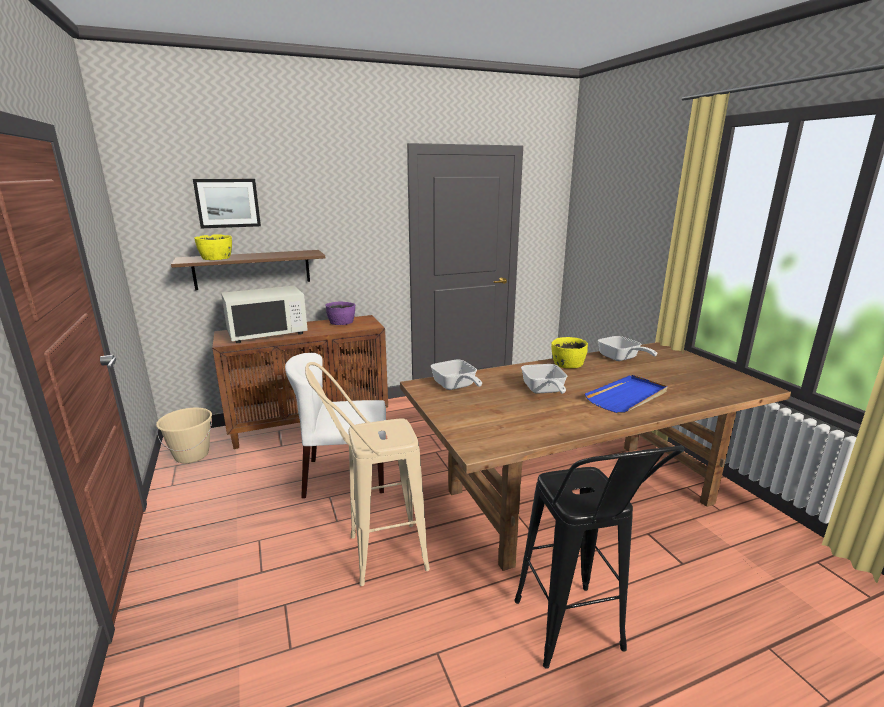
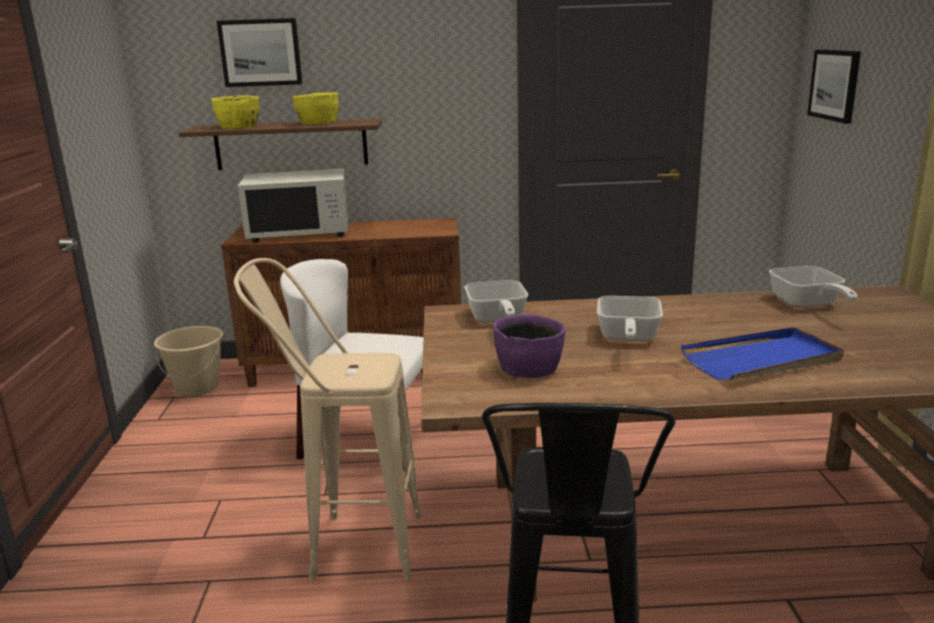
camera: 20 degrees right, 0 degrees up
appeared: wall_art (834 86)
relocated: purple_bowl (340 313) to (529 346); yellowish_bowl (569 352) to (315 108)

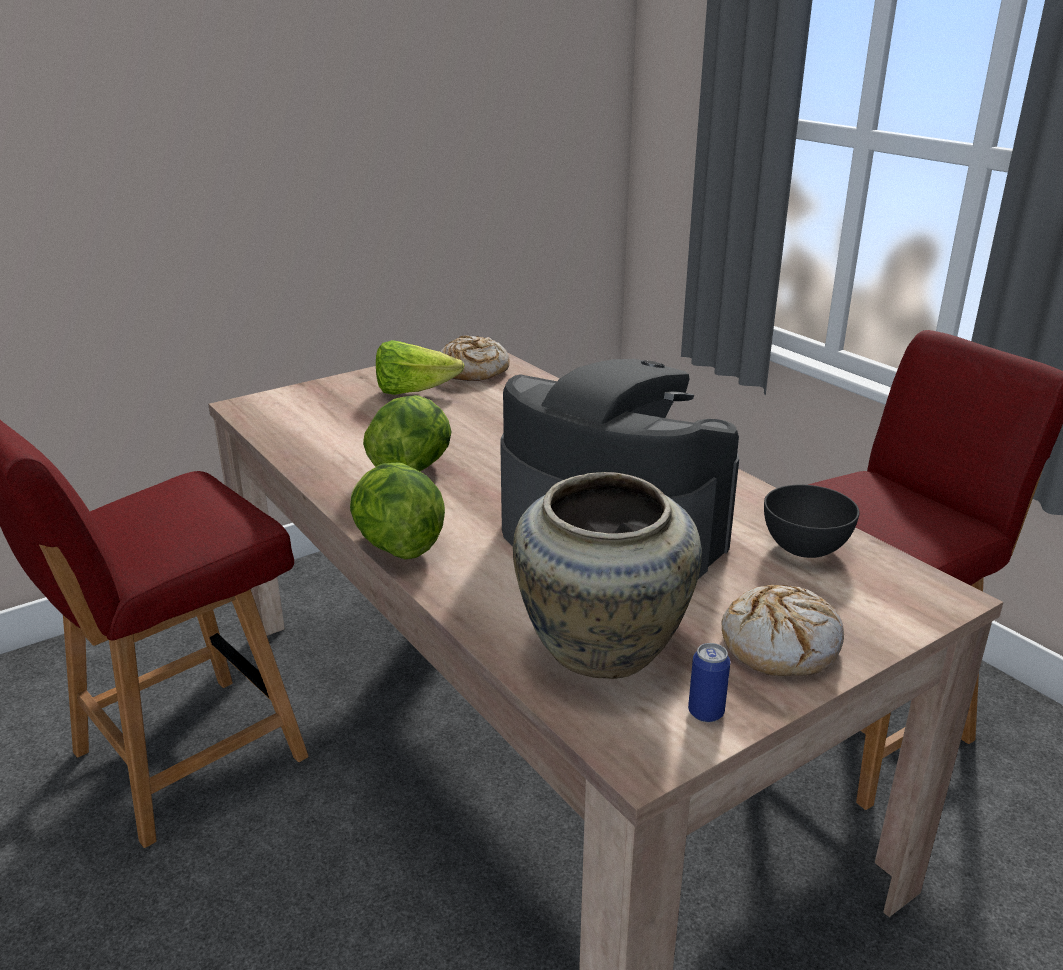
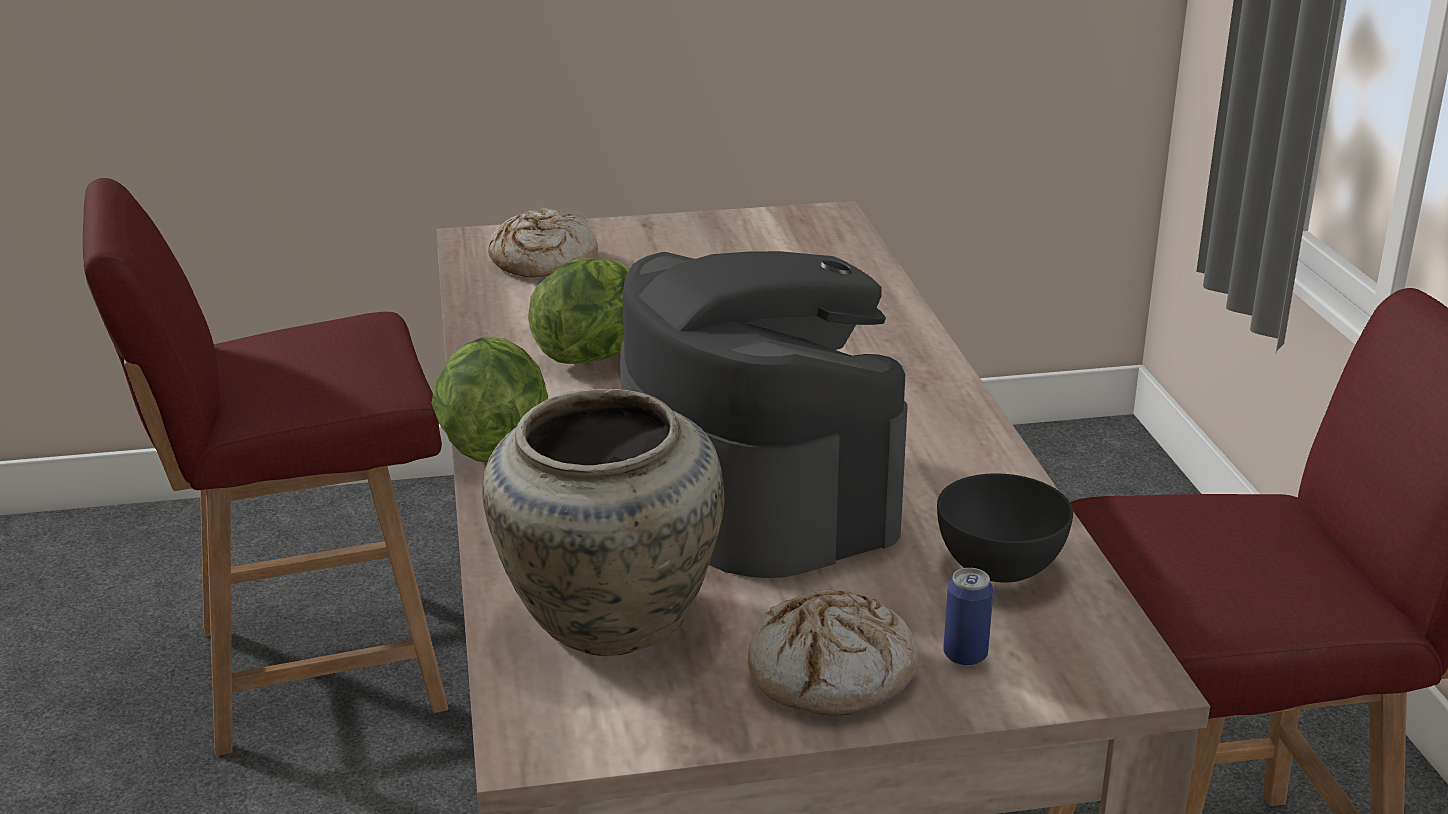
camera: 25 degrees right, 0 degrees up
missing: lettuce_head (420 367)
relocated: baked_bread (475 358) to (543 242); metal_can (709 682) to (968 617)

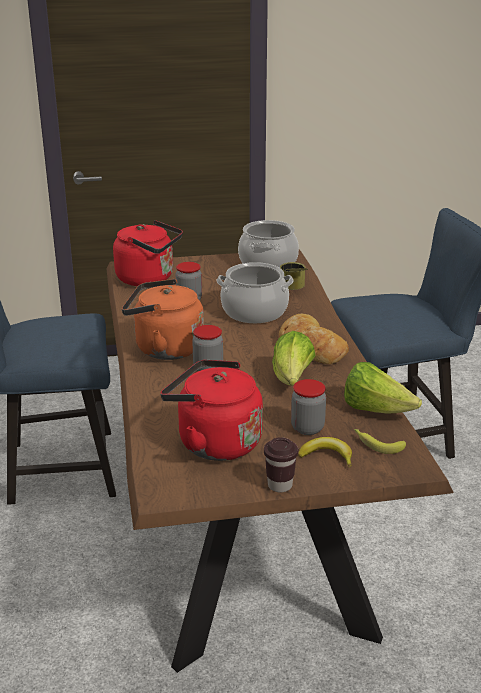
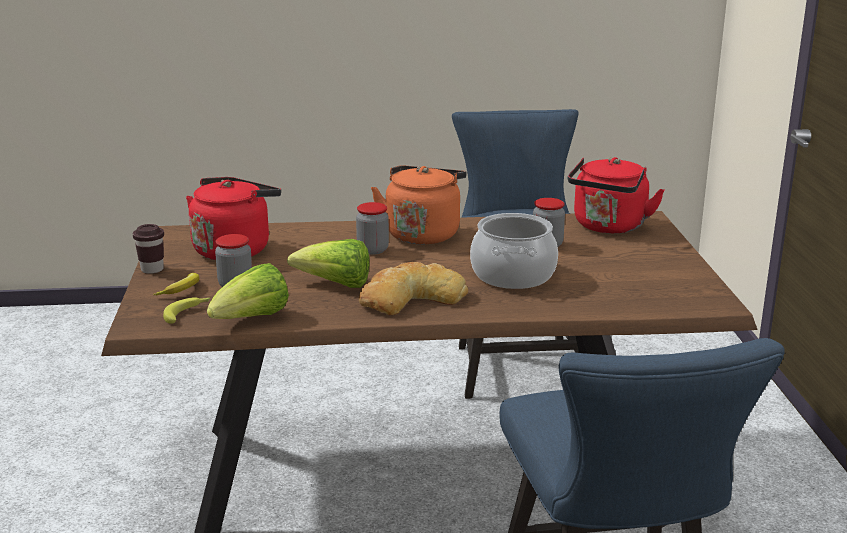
camera: 95 degrees right, 5 degrees down
missing: stockpot (268 244); metal_can (294 276)

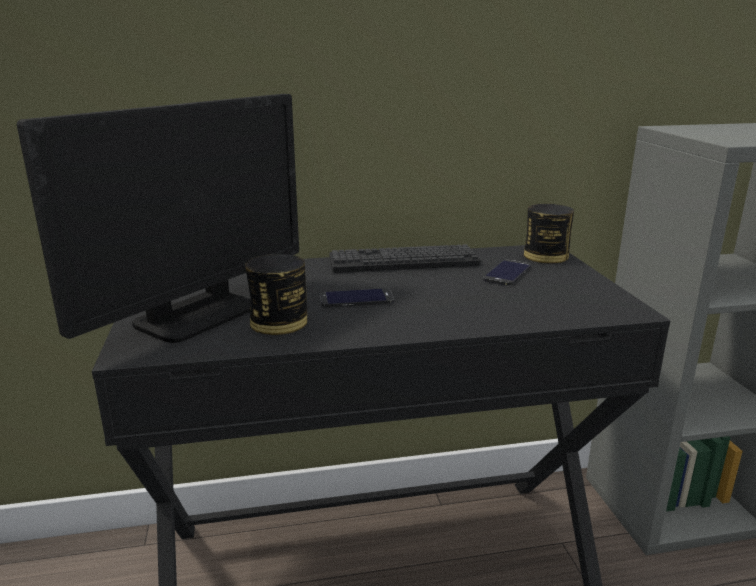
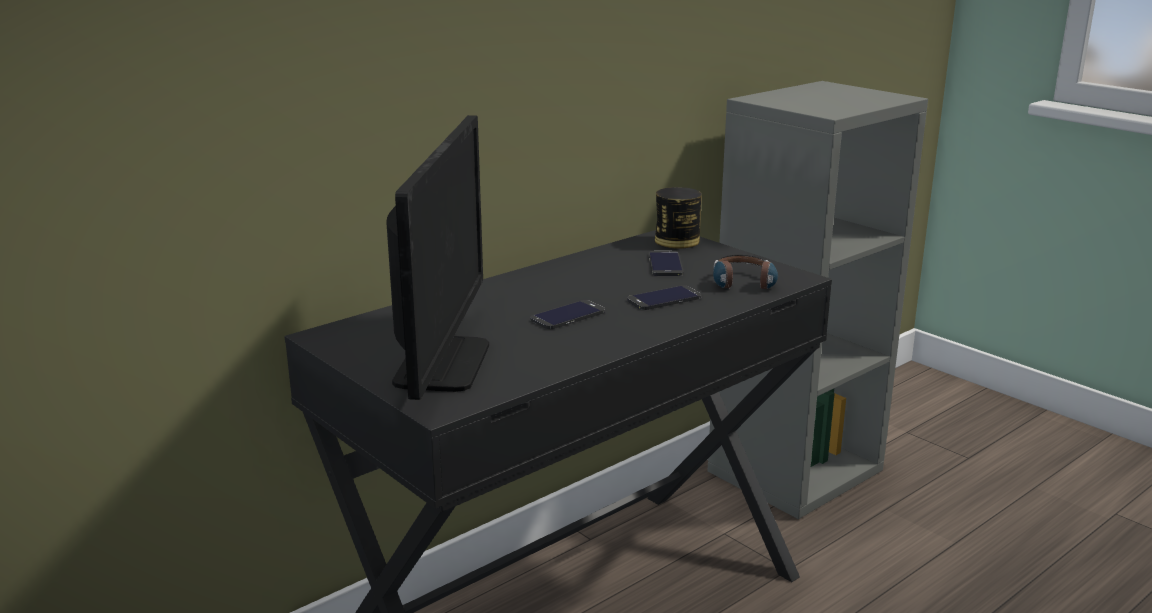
camera: 30 degrees left, 0 degrees up
missing: metal_can (276 294); keyboard (405 258)
appeared: handset (664 297); headphones (745 272)

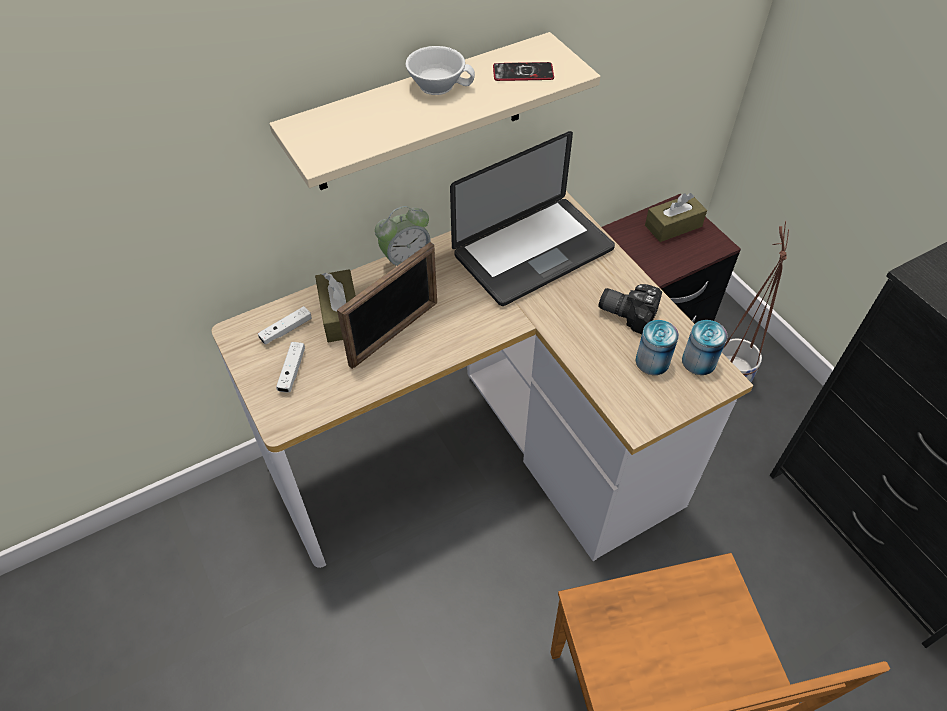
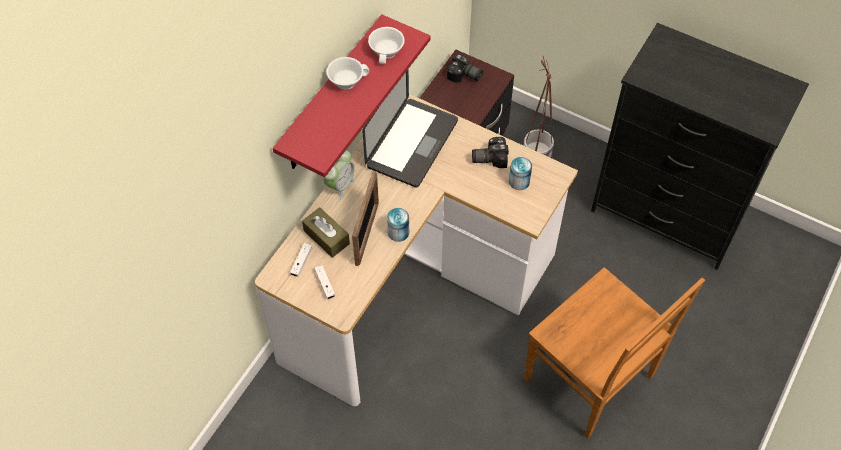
camera: 30 degrees left, 5 degrees up
relocated: metal_can (705 347) to (398 225)
exchanged: handset (523 71) to whitish_drinking_cup (386 45); brown-coloured_tissue_box (676 217) to photo_camera (465 68)
colour: beige_wall_shelf (434 111) to red_wall_shelf (352 95)

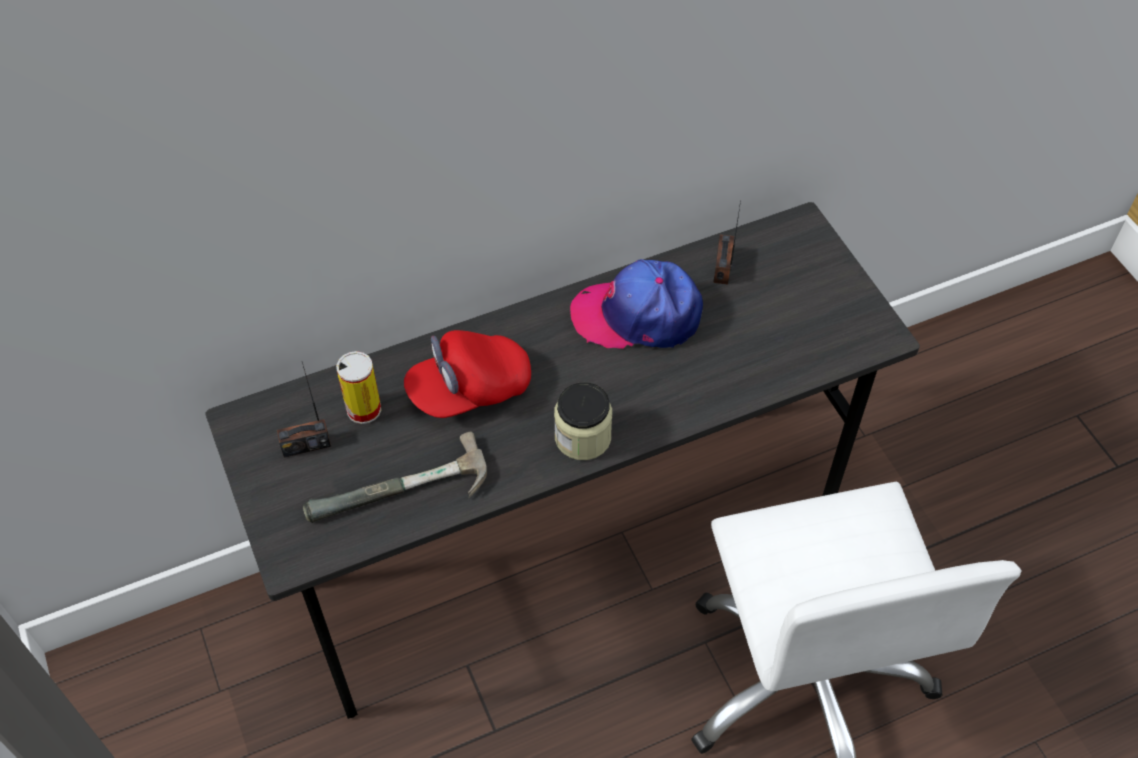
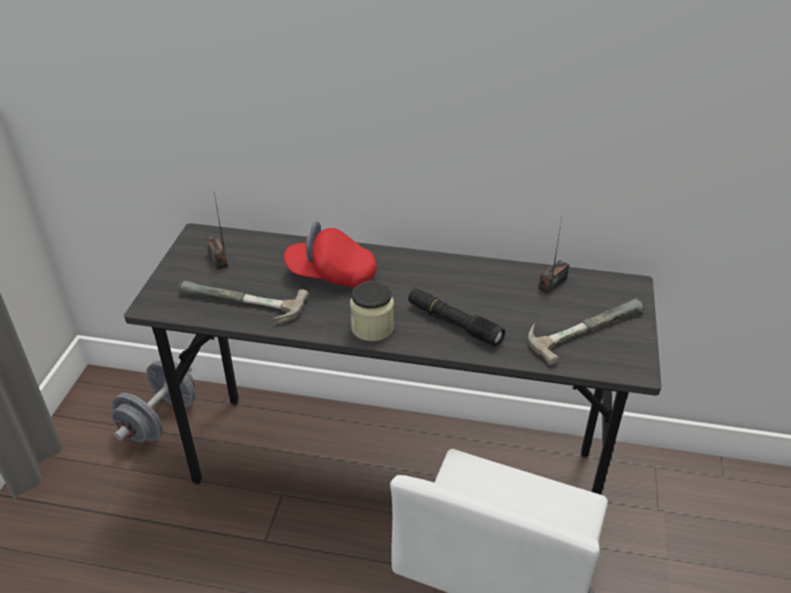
camera: 35 degrees right, 15 degrees down
missing: metal_can (358 387); peaked_cap (636 304)
appeared: grey_free_weight (154 401); black_hand_torch (456 318); hand_hammer (586 331)
spun: radio_receiver (304 410) = (217 231) 45 degrees clockwise

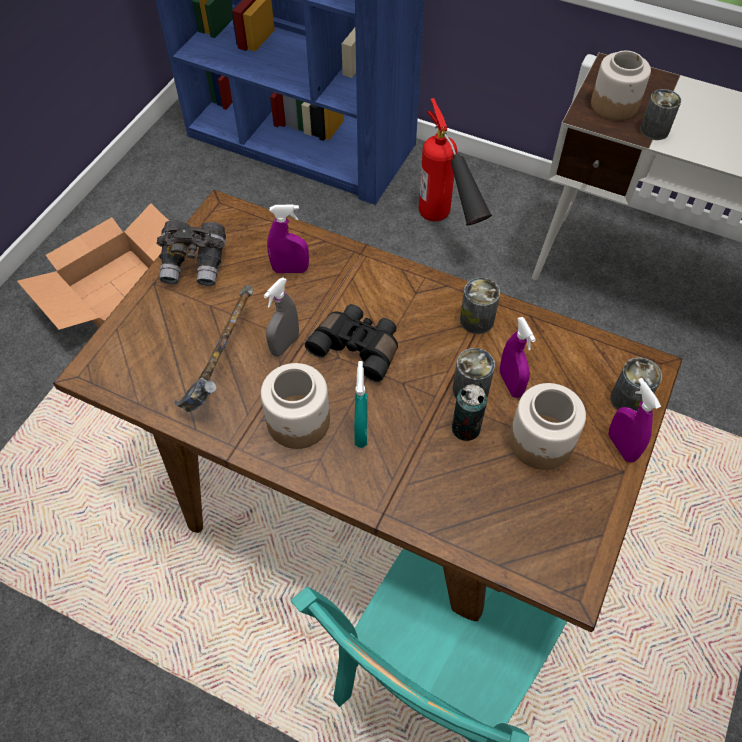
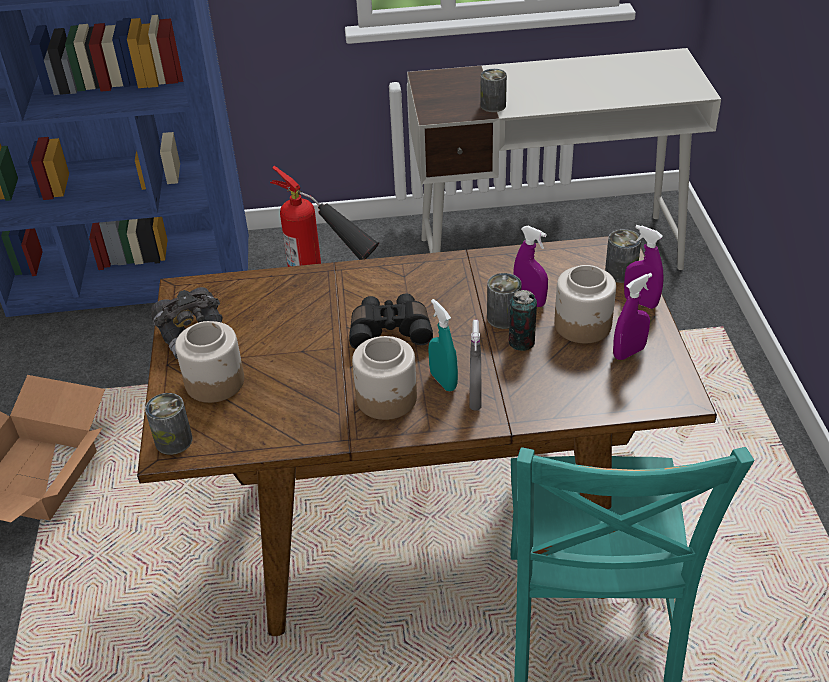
camera: 30 degrees left, 15 degrees down
missing: hand_hammer (214 348)
relocated: grey_sprayer (281 317) to (475 365); purple_sprayer (288 238) to (632 316); metal_can (480 306) to (168 424); storage_jar (621 86) to (209 362)

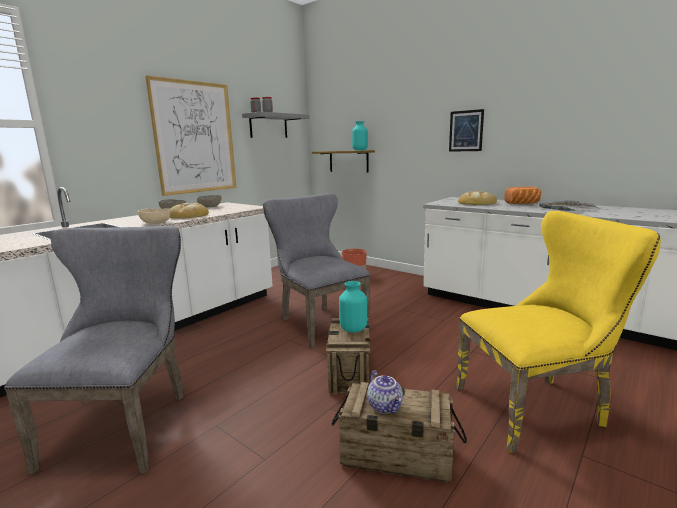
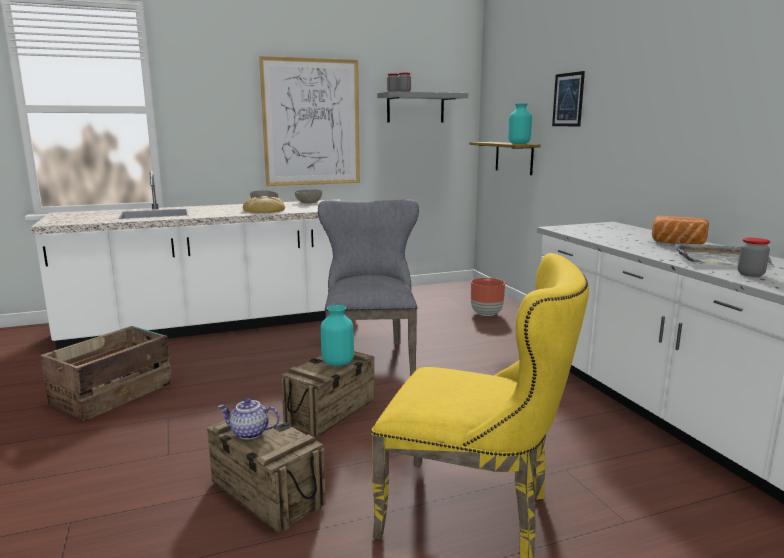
camera: 30 degrees right, 0 degrees up
missing: beige_bowl (154 216); baked_bread (477 198)
appeared: storage_jar (754 257)
relocated: wall_art (466 130) to (568 98)
exchanged: grey_chair (94 350) to packing_crate (106 373)
spun: teapot (385 392) = (249 419) 90 degrees clockwise

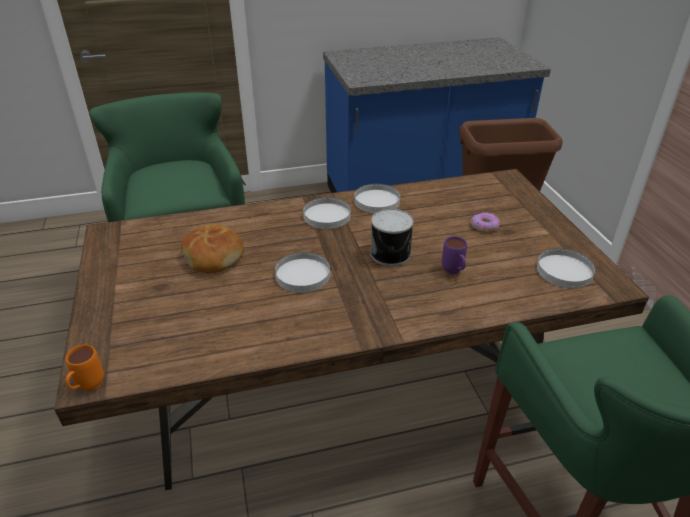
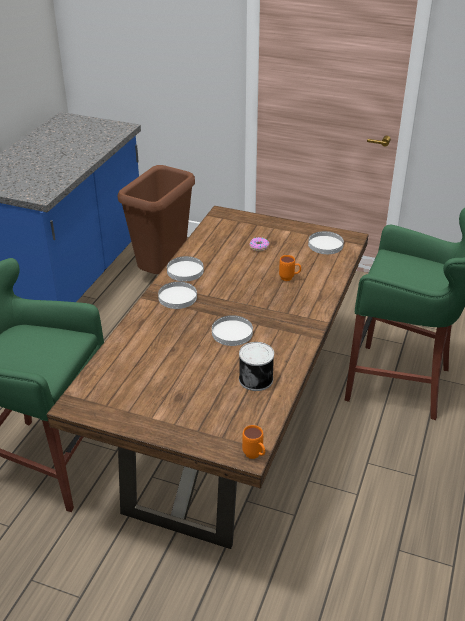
camera: 55 degrees left, 0 degrees up
missing: baked_bread (212 248)
relocated: metal_can (392 237) to (256 366)
colour: purple_coffee_mug (454 255) to orangey_coffee_mug (290 268)

